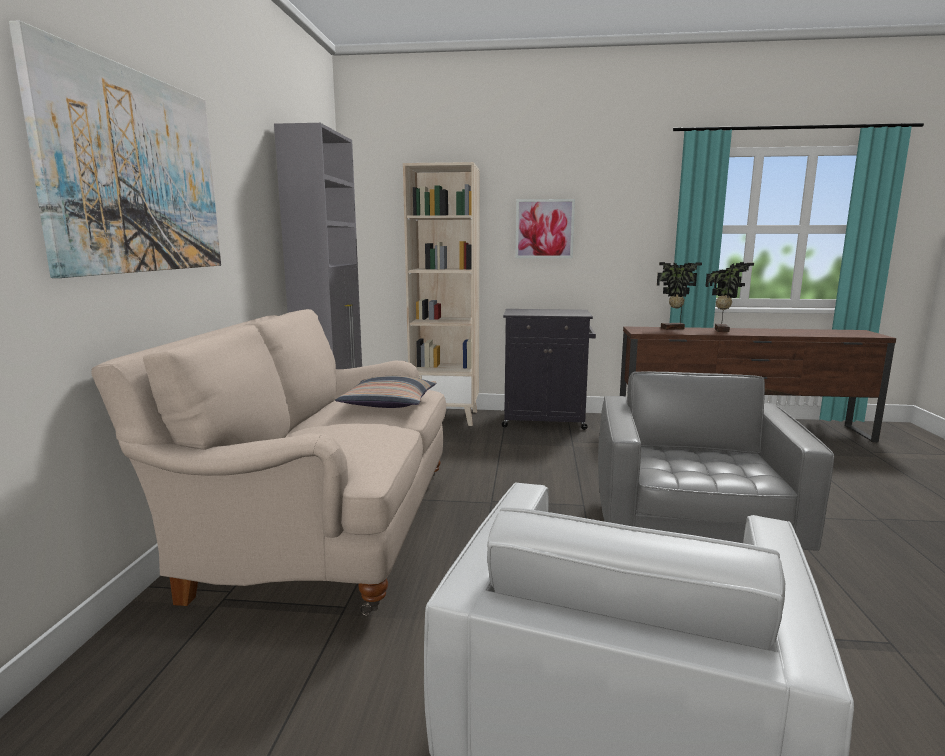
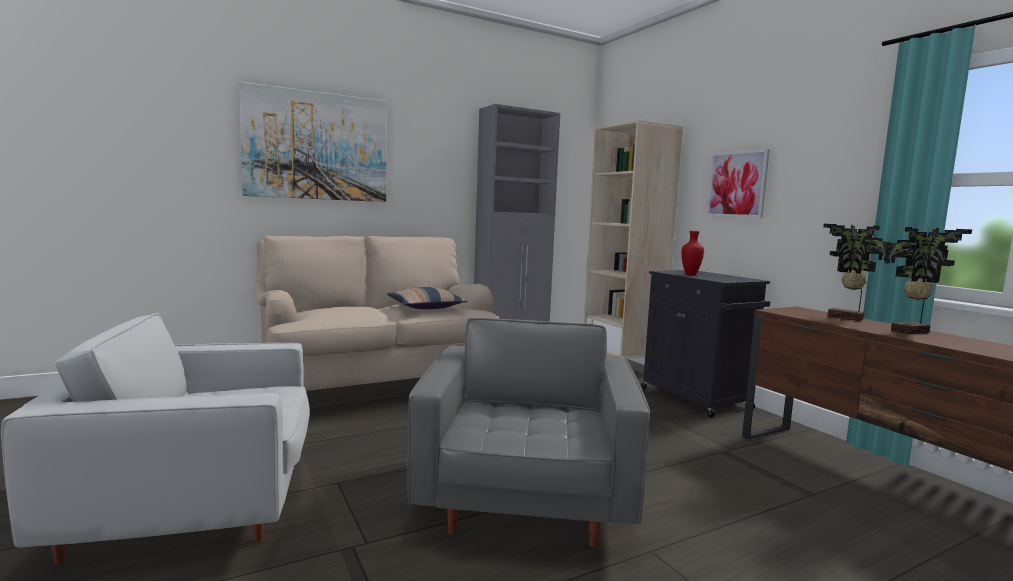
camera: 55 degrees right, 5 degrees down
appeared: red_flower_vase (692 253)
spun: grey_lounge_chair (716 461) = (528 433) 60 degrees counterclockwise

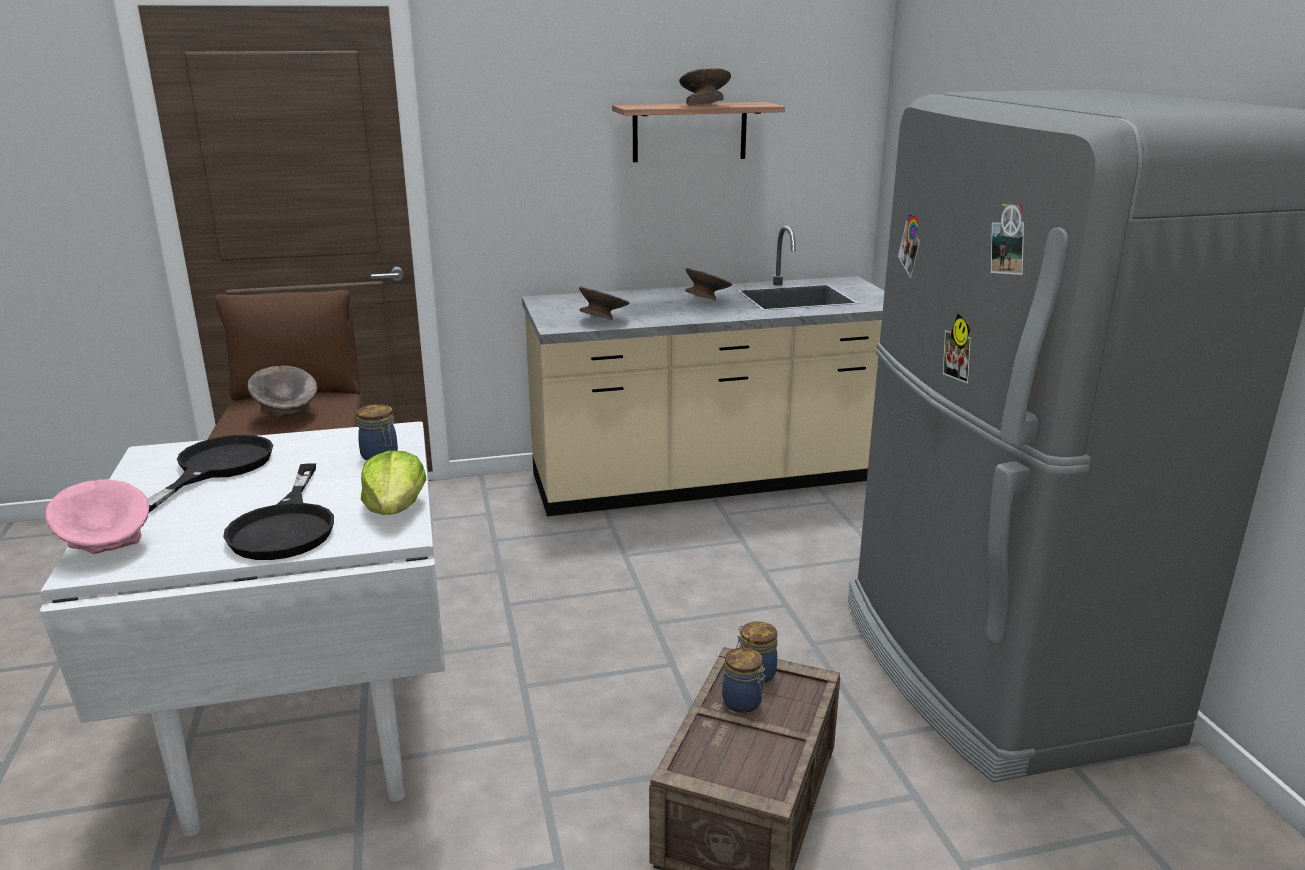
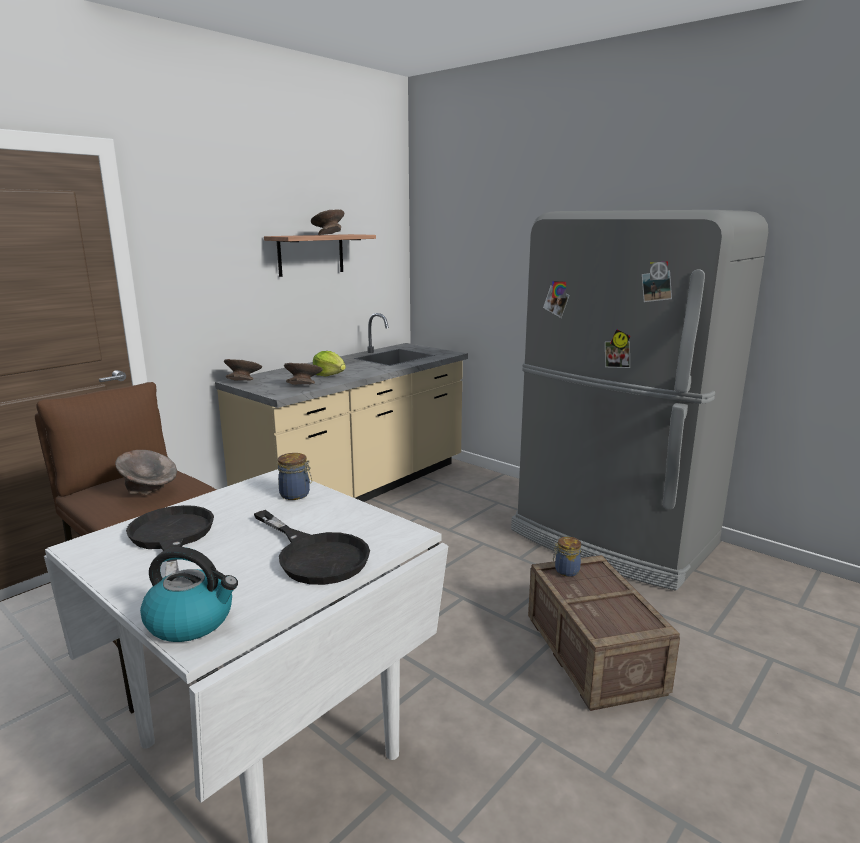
camera: 35 degrees left, 5 degrees down
missing: storage_jar (744 680)
relocated: lettuce_head (393 483) to (329 364); grey_bowl (708 284) to (243 370)
exchanged: pinkish_bowl (97 516) to water_kettle (189 594)

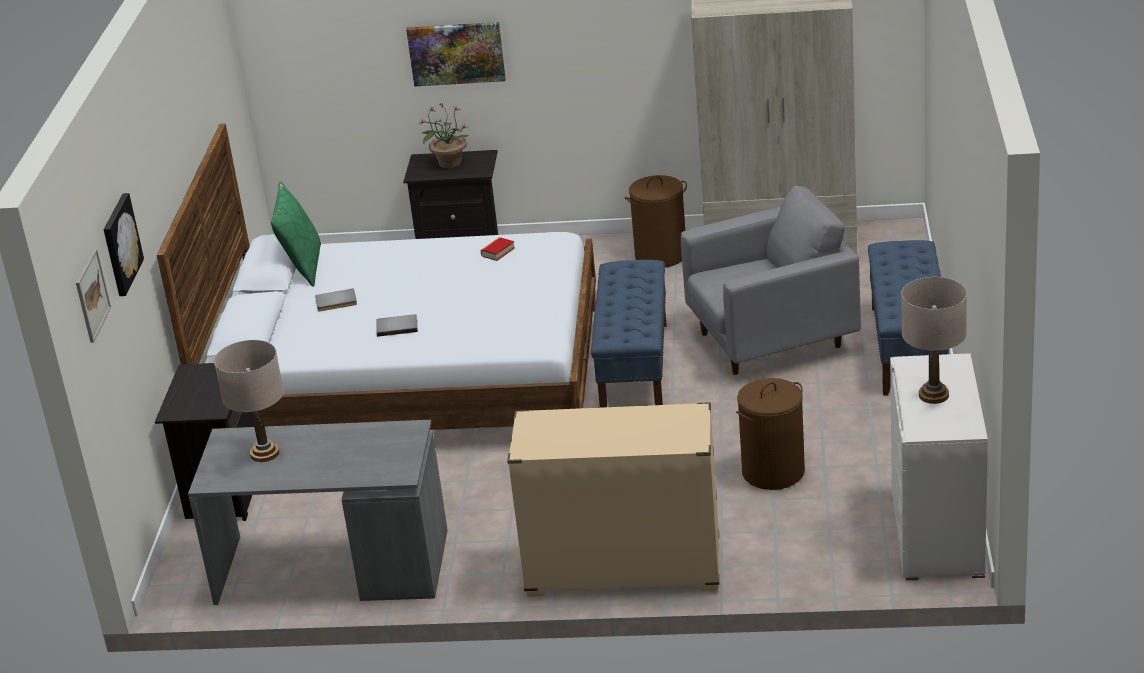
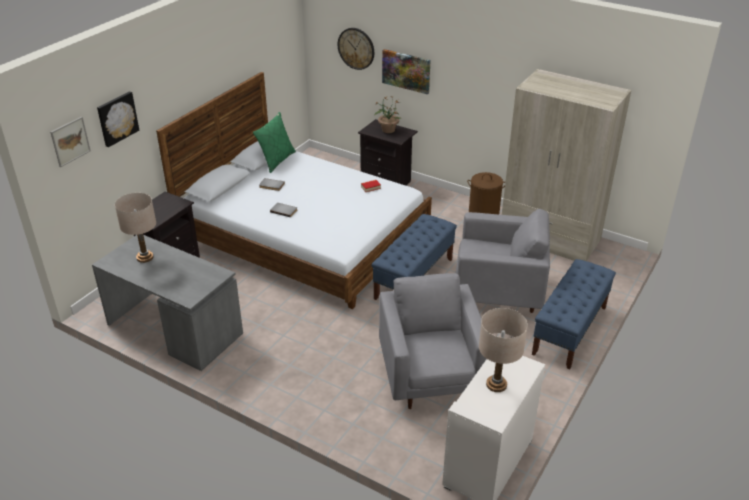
camera: 25 degrees right, 5 degrees up
missing: beige_chest_of_drawers (613 499)
appeared: clock_on_the_wall (356 49)
exchanged: brown-coloured_hamper (770 434) to grey_lounge_chair (432 341)

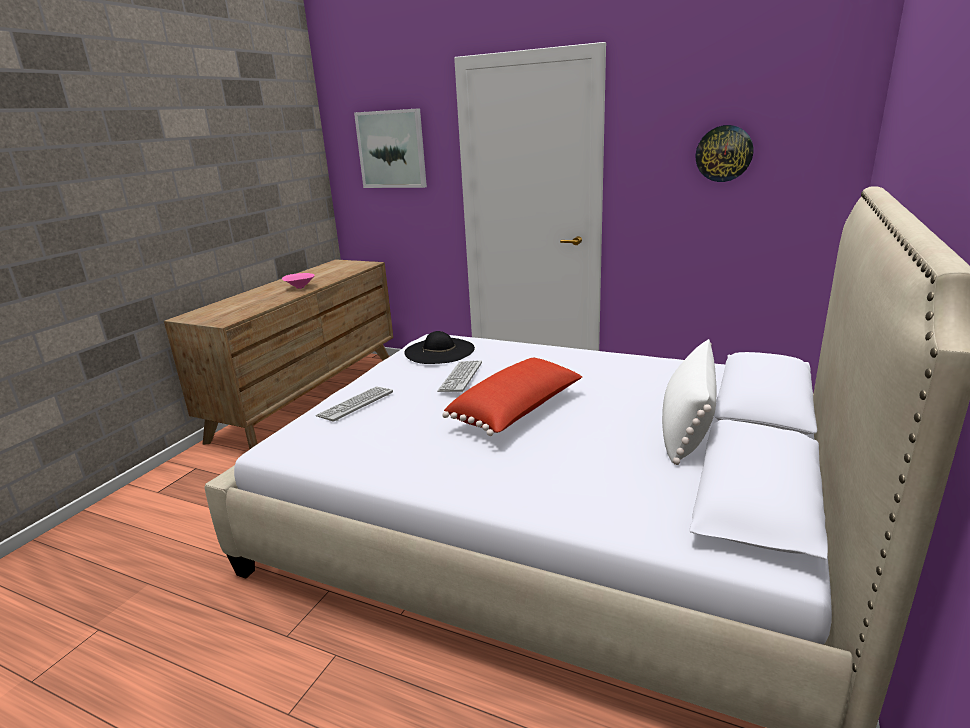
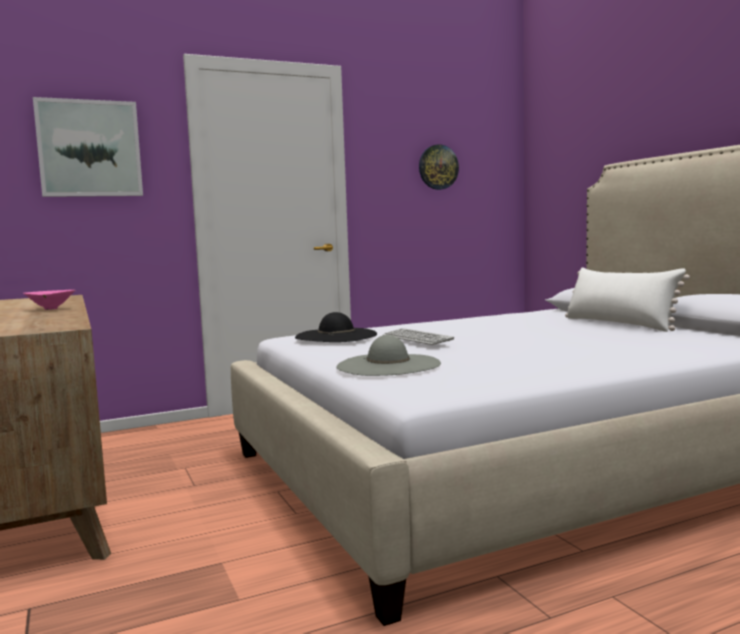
camera: 50 degrees left, 15 degrees down
missing: red_pillow (512 397)
exchanged: keyboard (354 404) to grey_wearable_hat (388 355)

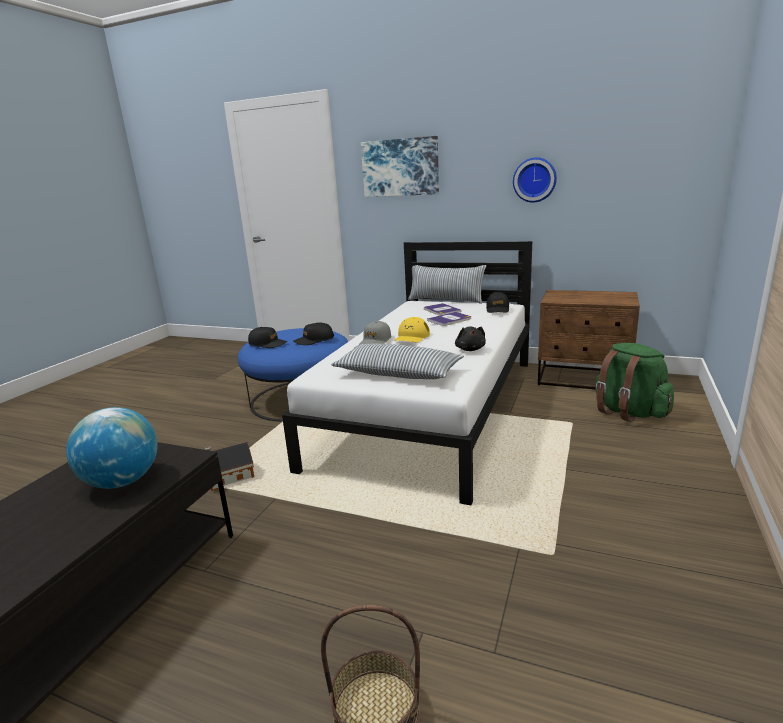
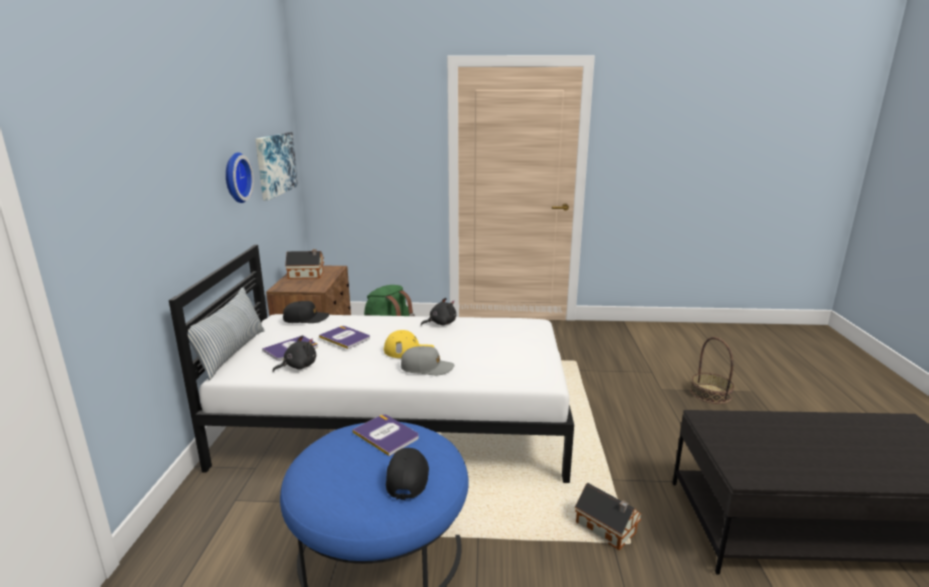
camera: 110 degrees left, 0 degrees up
missing: desk_globe (112 448); pillow (397 361)
appeared: black_soft_toy (294 353); model_house (304 264)
relocated: wall_art (400 166) to (276 166)
exchanged: black_peaked_cap (313 334) to volume (385 435)

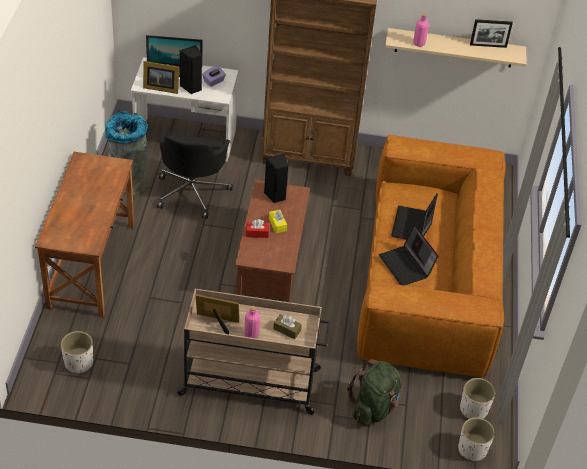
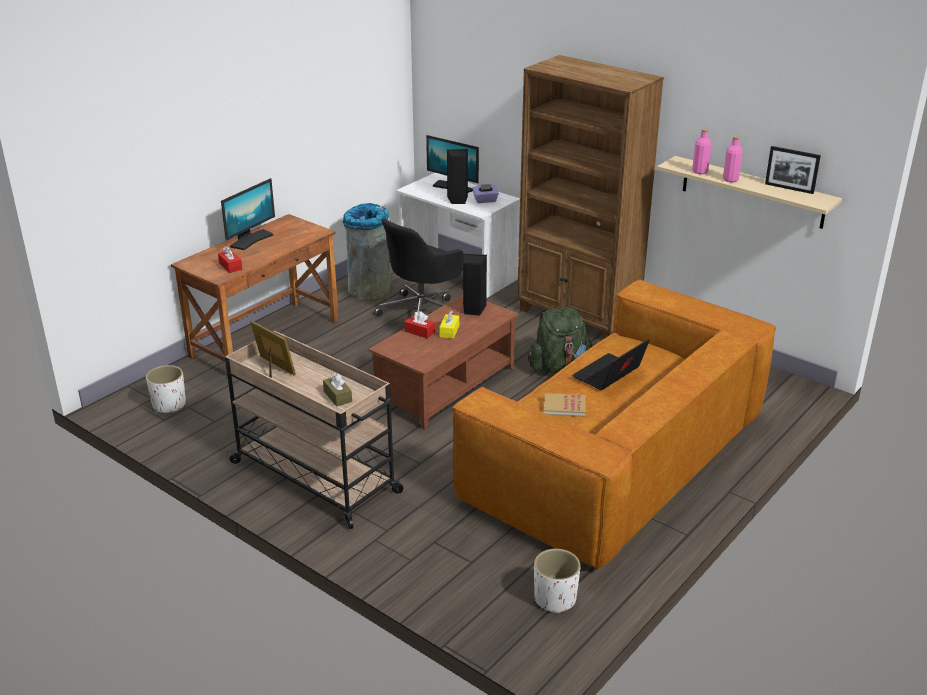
camera: 35 degrees right, 15 degrees down
missing: standing_frame (161 77); whitish_plant_pot (476 439)
appeared: red_tissue_box (230 259); computer_screen (248 214)
relocated: pinkish_bottle (252 322) to (733 159); greenish_knapsack (374 392) to (560 340)
exchanged: laptop (408 255) to volume (565 405)

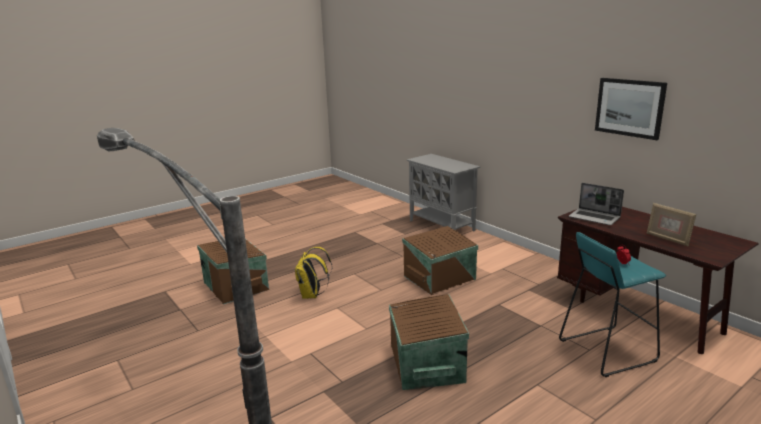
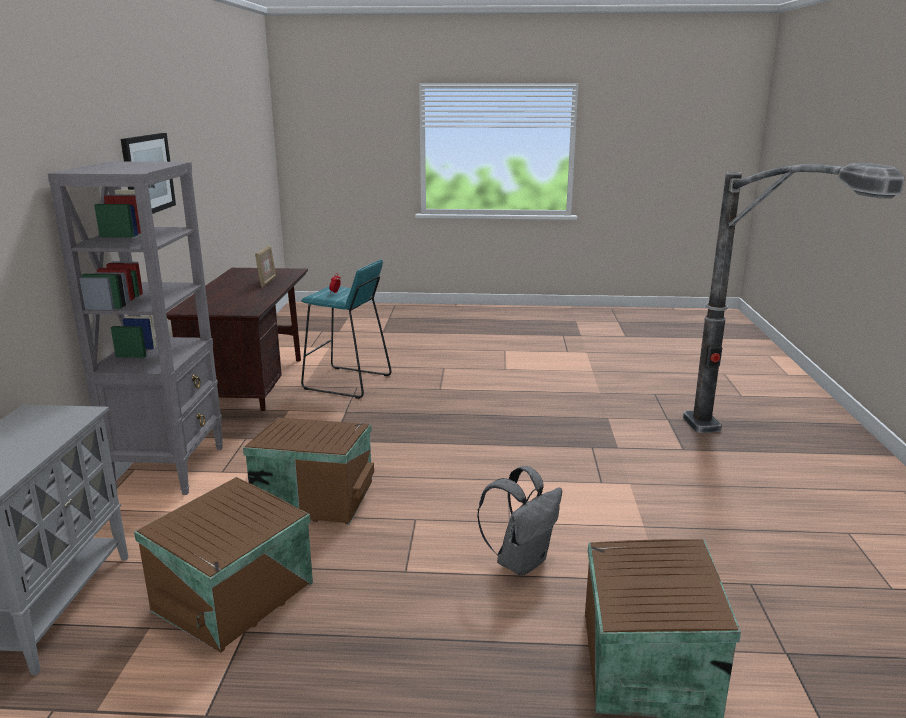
camera: 140 degrees left, 0 degrees up
missing: laptop (596 204)
appeared: grey_shelving_unit (135 328)
relocated: brown-coloured_storage_container (429 342) to (223 565)
colour: yellowish_knapsack (313 273) to grey_knapsack (519 520)

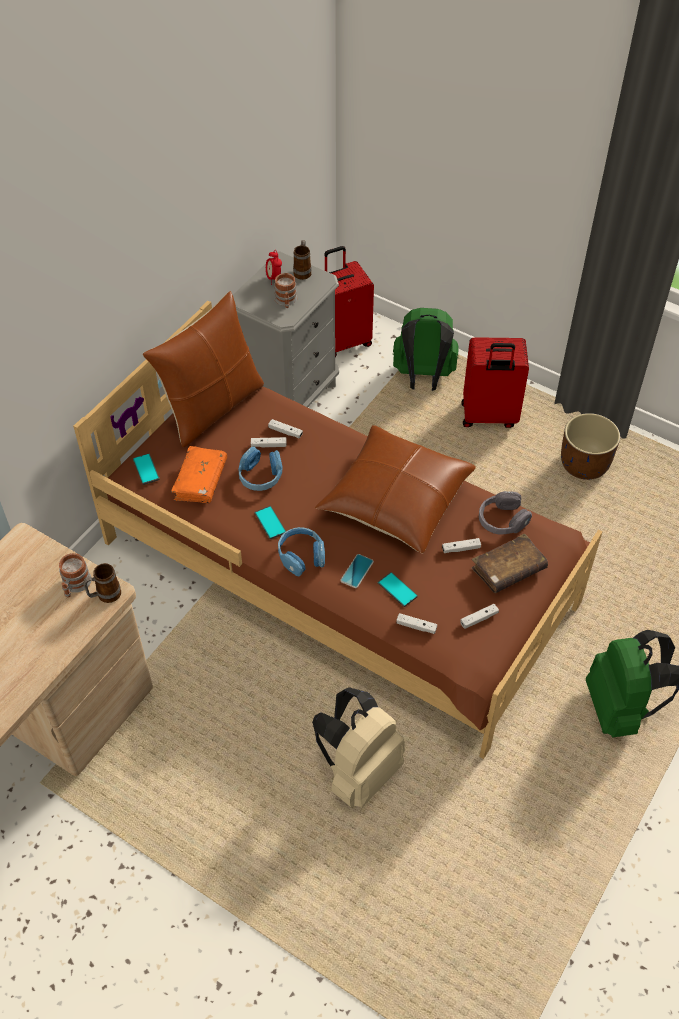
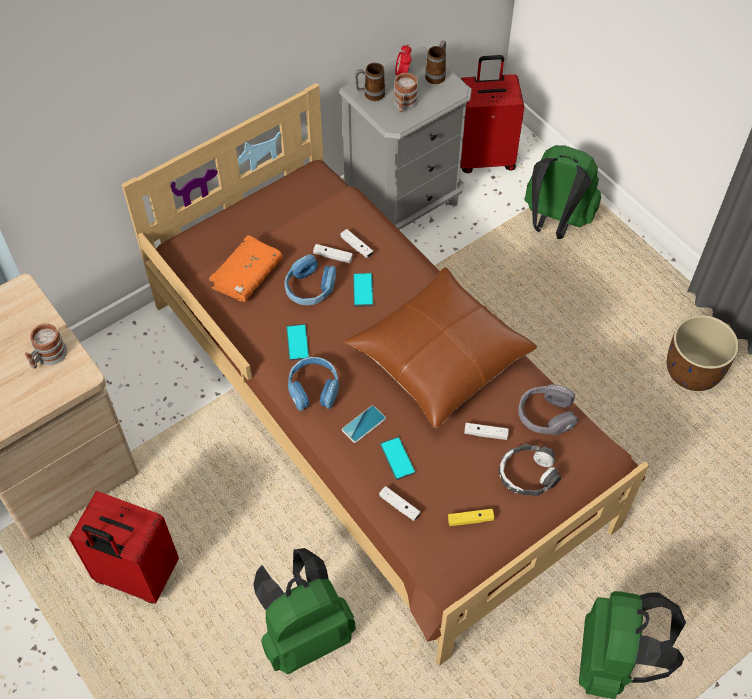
camera: 20 degrees right, 5 degrees up
missing: brown-coloured_pillow (203 369)
relocated: coffee_mug (102 583) to (370 82); handset (146 469) to (363 290); red_piece_of_luggage (495 382) to (124 547)
exchanged: brown-coloured_volume (510 563) to headphones (529 470)
colour: beige_knapsack (358 747) to greenish_knapsack (304 611); whitish_game_controller (479 616) to yellowish_game_controller (471 517)

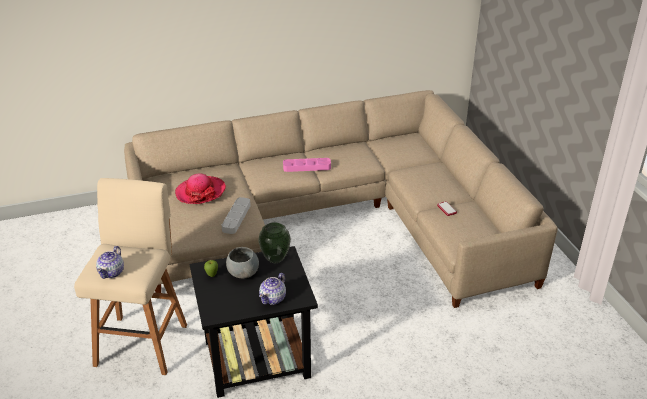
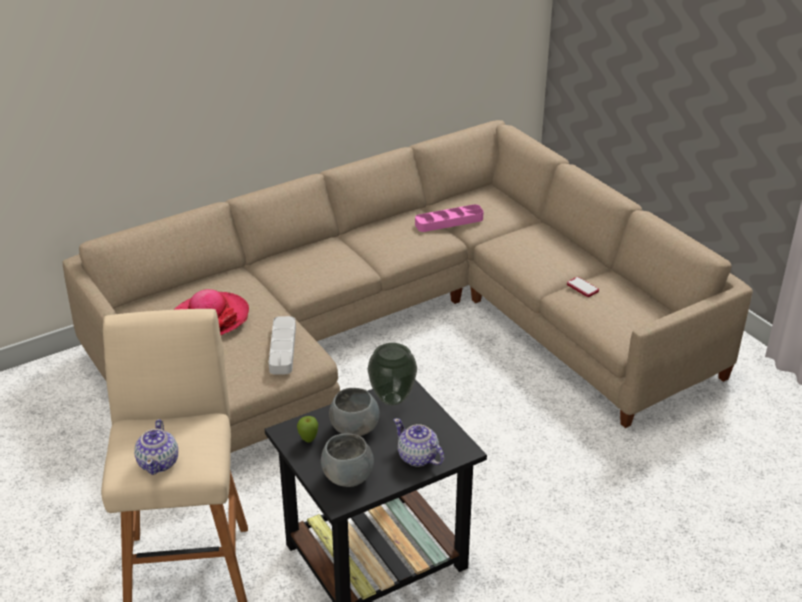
camera: 15 degrees left, 0 degrees up
appeared: grey_bowl (347 460)
relocated: pinkish_serving_tray (307 165) to (449 218)
spun: teapot (272 289) = (419 442) 120 degrees clockwise

